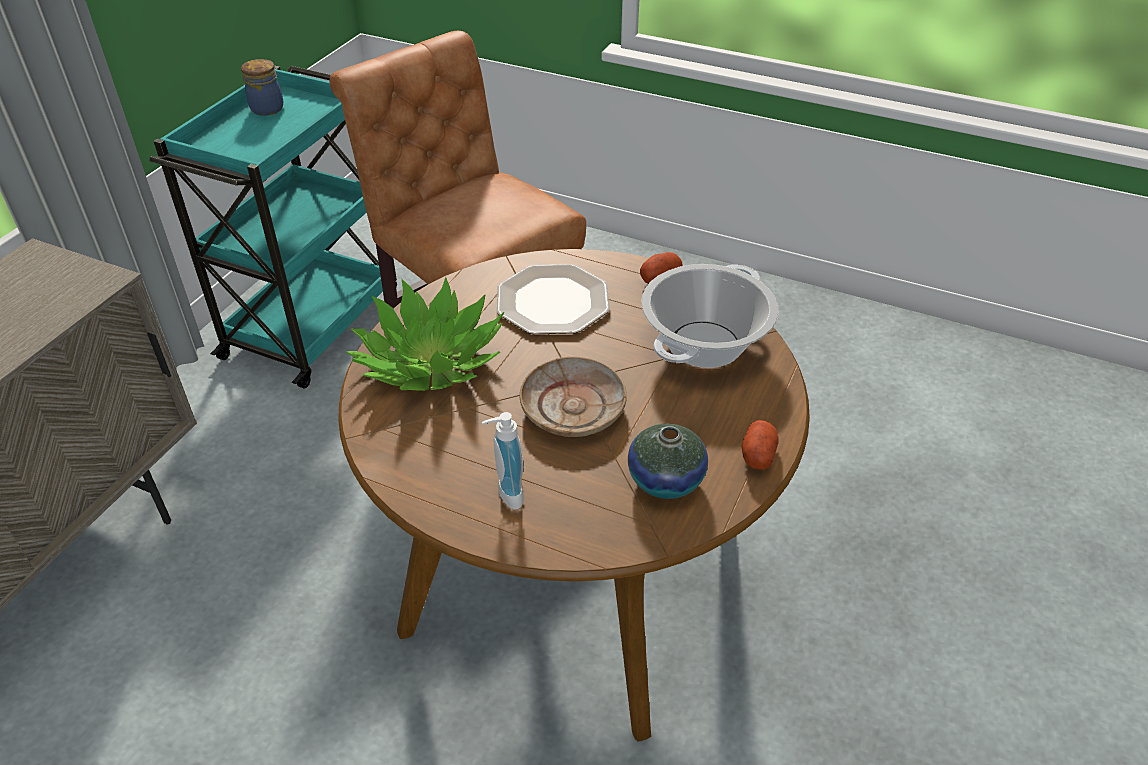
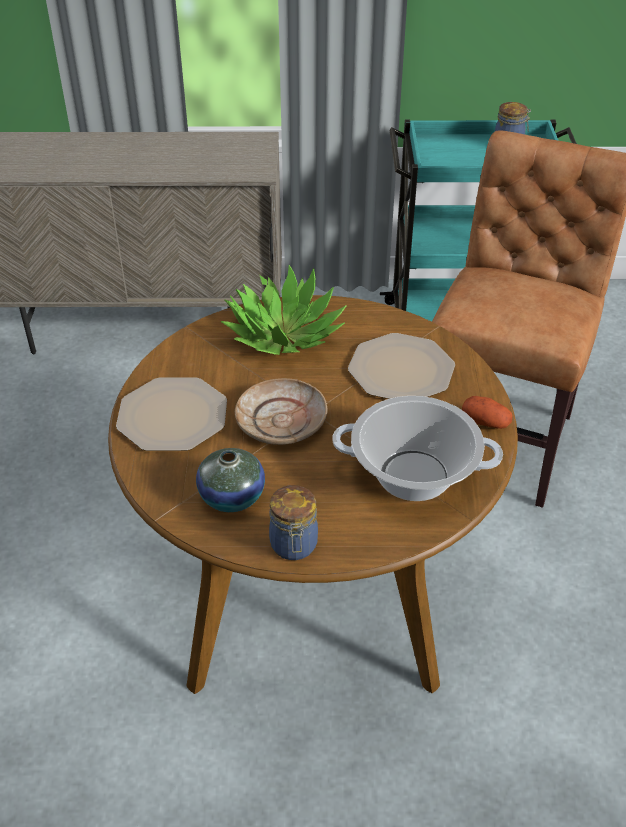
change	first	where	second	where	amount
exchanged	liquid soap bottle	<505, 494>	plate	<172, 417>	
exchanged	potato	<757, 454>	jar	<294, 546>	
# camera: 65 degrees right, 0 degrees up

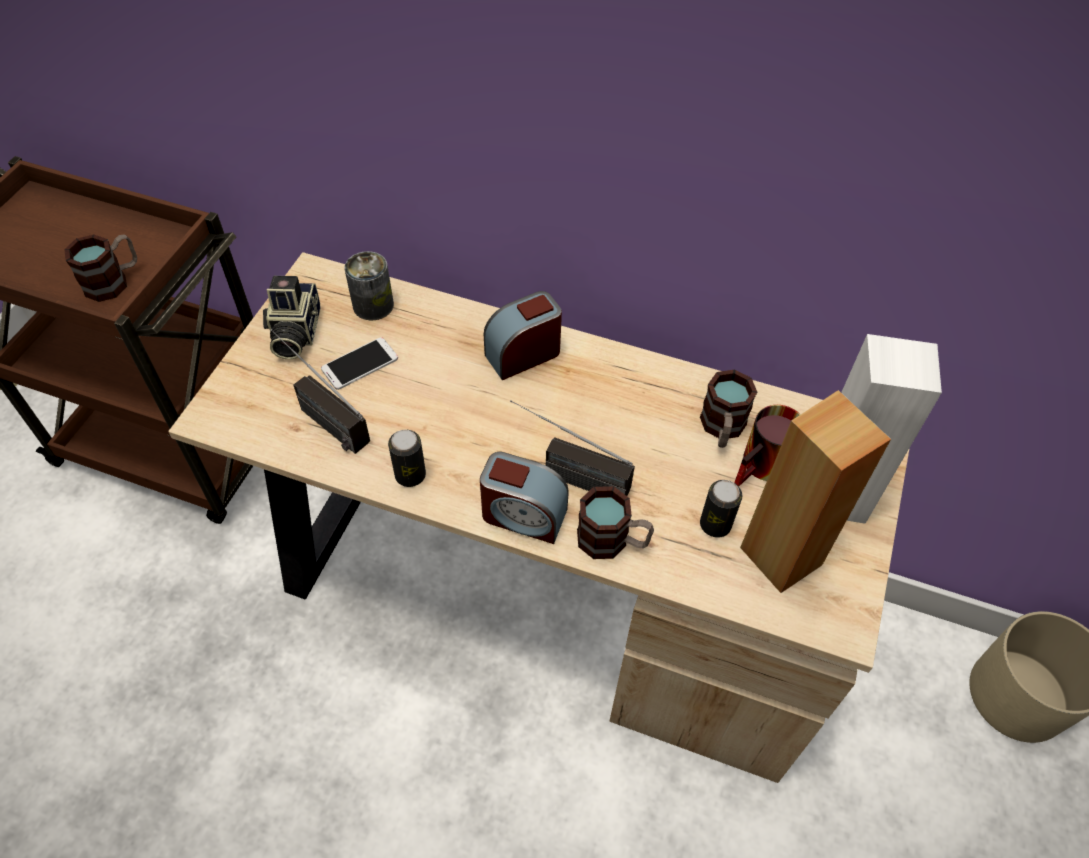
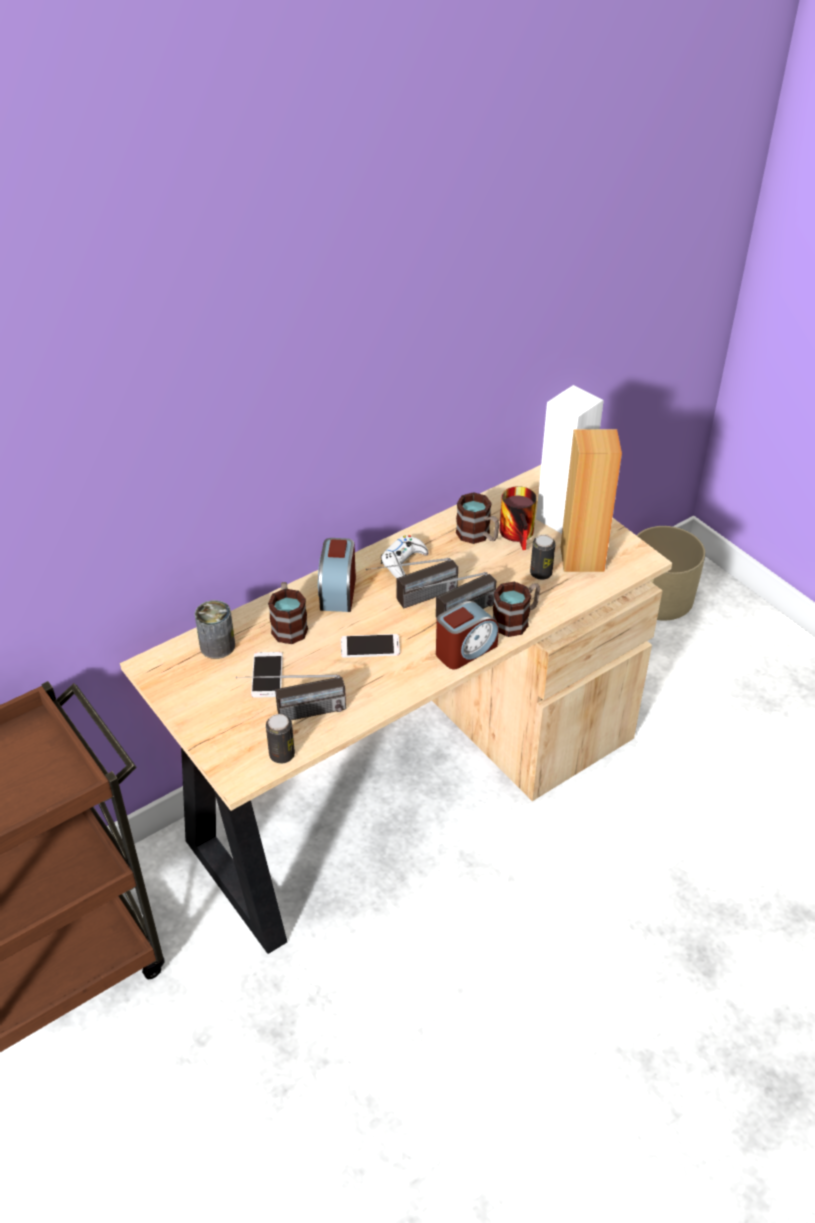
change	first	where	second	where	amount
relocated	coffee mug	<114, 281>		<288, 625>	
missing	still camera	<294, 333>			
relocated	metal can	<410, 475>		<282, 755>	
appeared			whitish game controller	<403, 561>	
appeared			radio	<413, 601>	
appeared			telephone	<370, 646>	
# camera: 55 degrees left, 10 degrees down

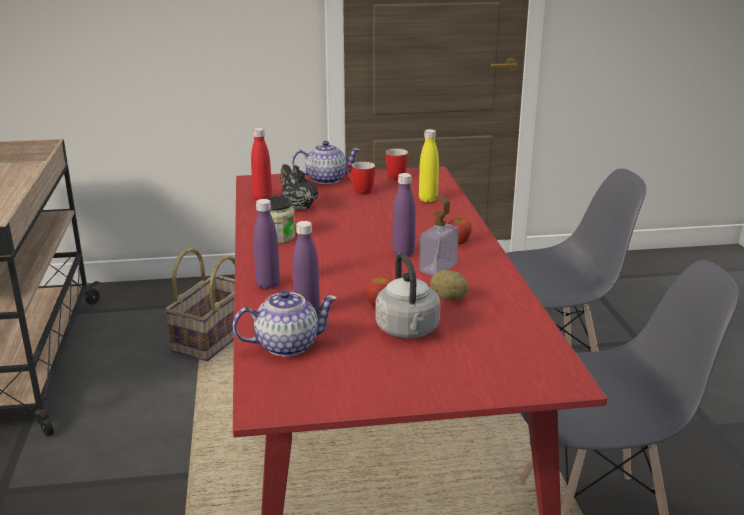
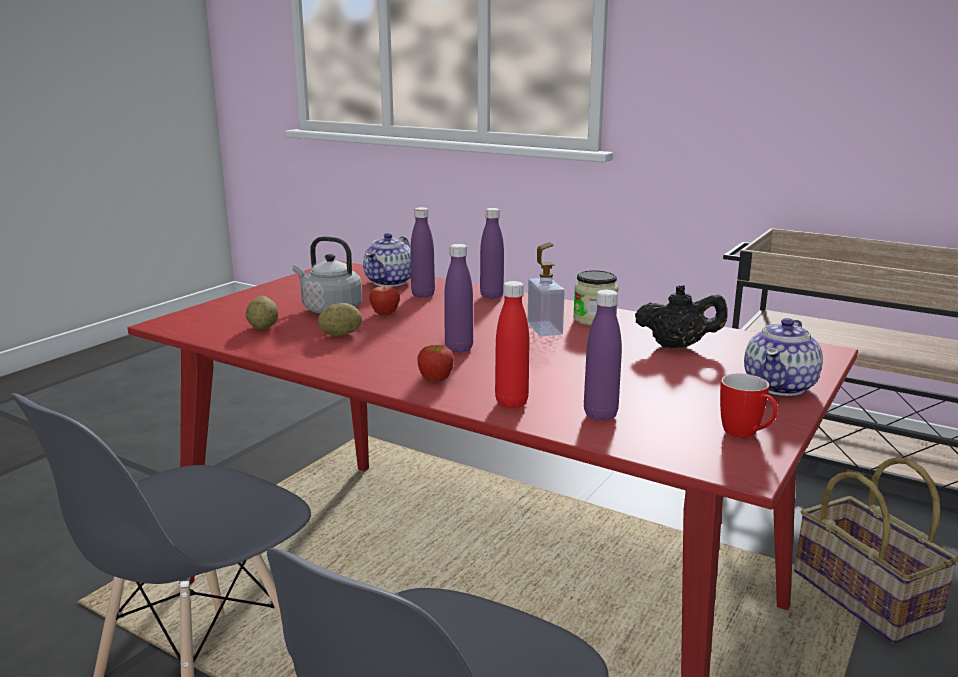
change	first	where	second	where	amount
relocated	reddish beverage bottle	<262, 198>		<511, 403>	
colour	yellow-coloured beverage bottle	<428, 199>	purple beverage bottle	<600, 415>	
missing	coffee mug	<359, 190>			
relocated	liquid soap bottle	<438, 267>		<544, 329>	
appeared			potato	<263, 327>	
# camera: 130 degrees right, 5 degrees down

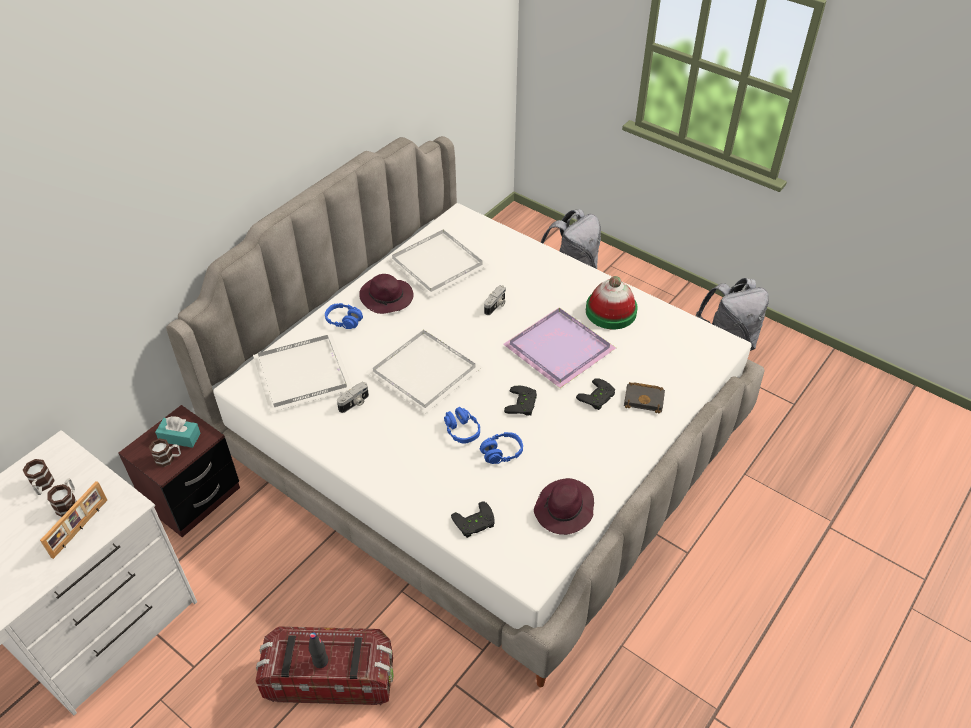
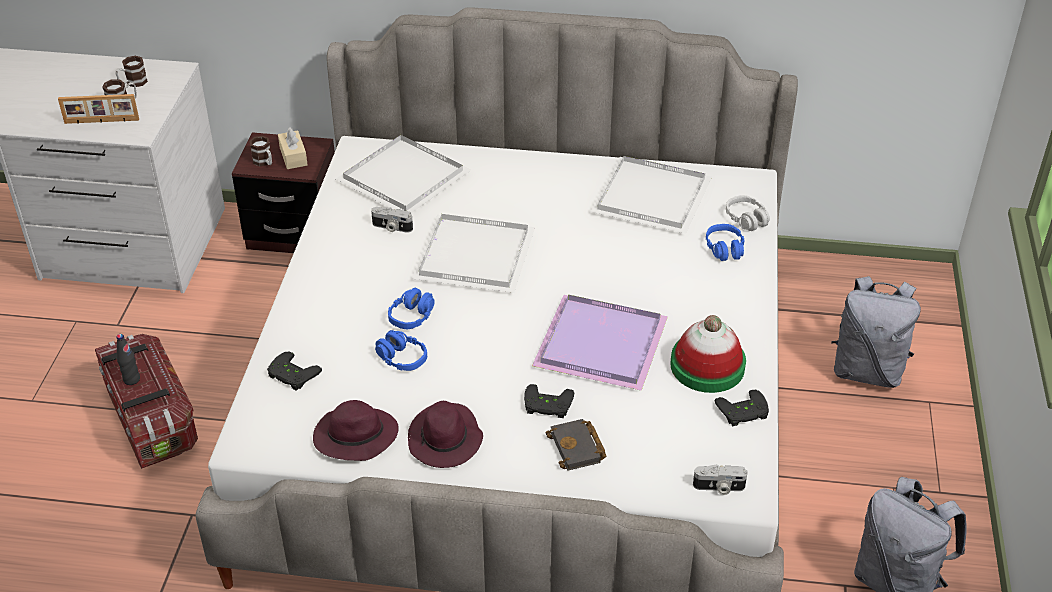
change	first	where	second	where	amount
relocated	purple wearable hat	<387, 298>		<445, 440>	
relocated	still camera	<496, 306>		<719, 488>	
relocated	blue-coloured headset	<344, 320>		<724, 249>	
relocated	black game controller	<523, 404>		<743, 413>	
colour	blue-green tissue box	<180, 437>	beige tissue box	<293, 156>	
appeared			gray headset	<746, 219>	
# camera: 60 degrees right, 5 degrees down

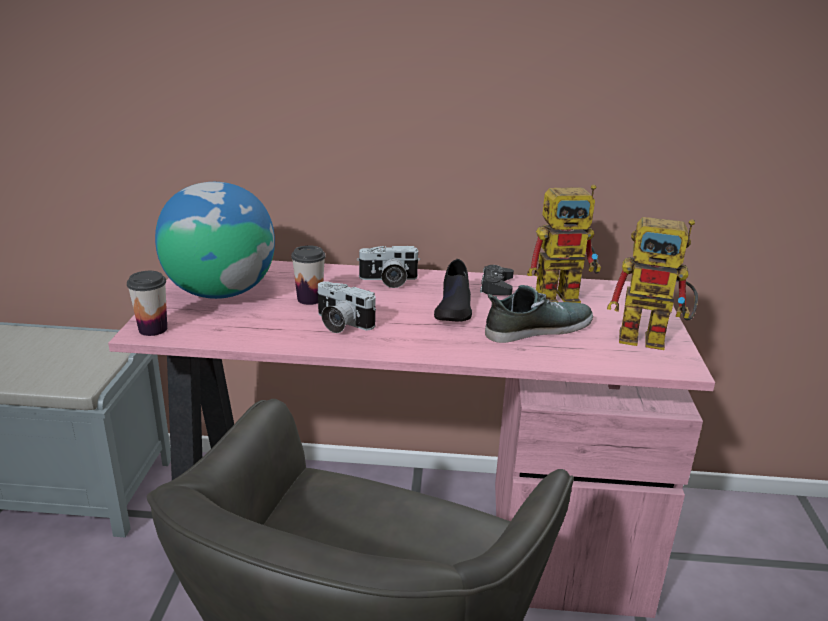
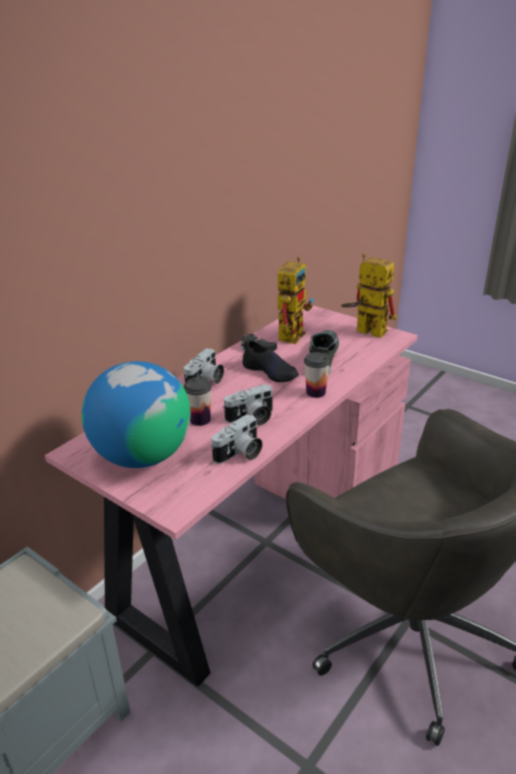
change	first	where	second	where	amount
spun	robot figure	<653, 339>		<364, 331>	105 degrees counterclockwise
relocated	small cup	<153, 329>		<315, 392>	
appeared			still camera	<240, 454>	
# camera: 55 degrees left, 5 degrees up

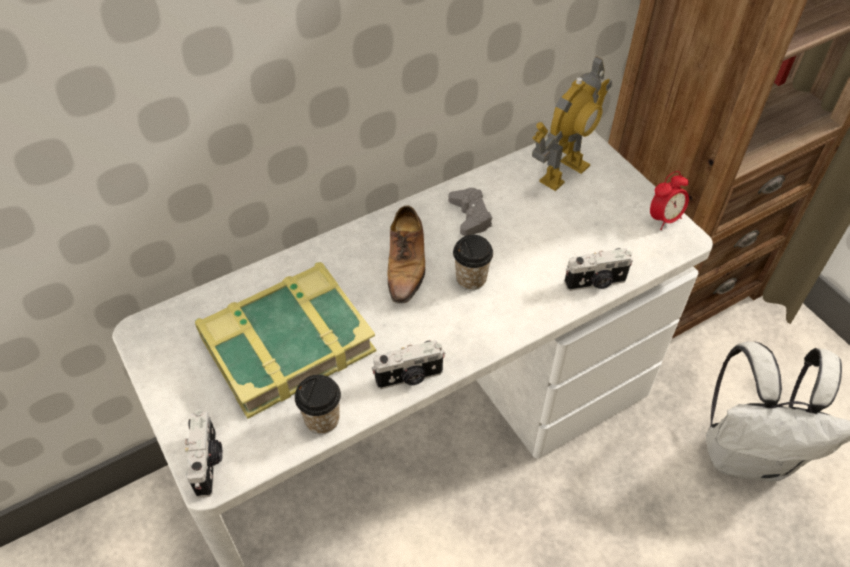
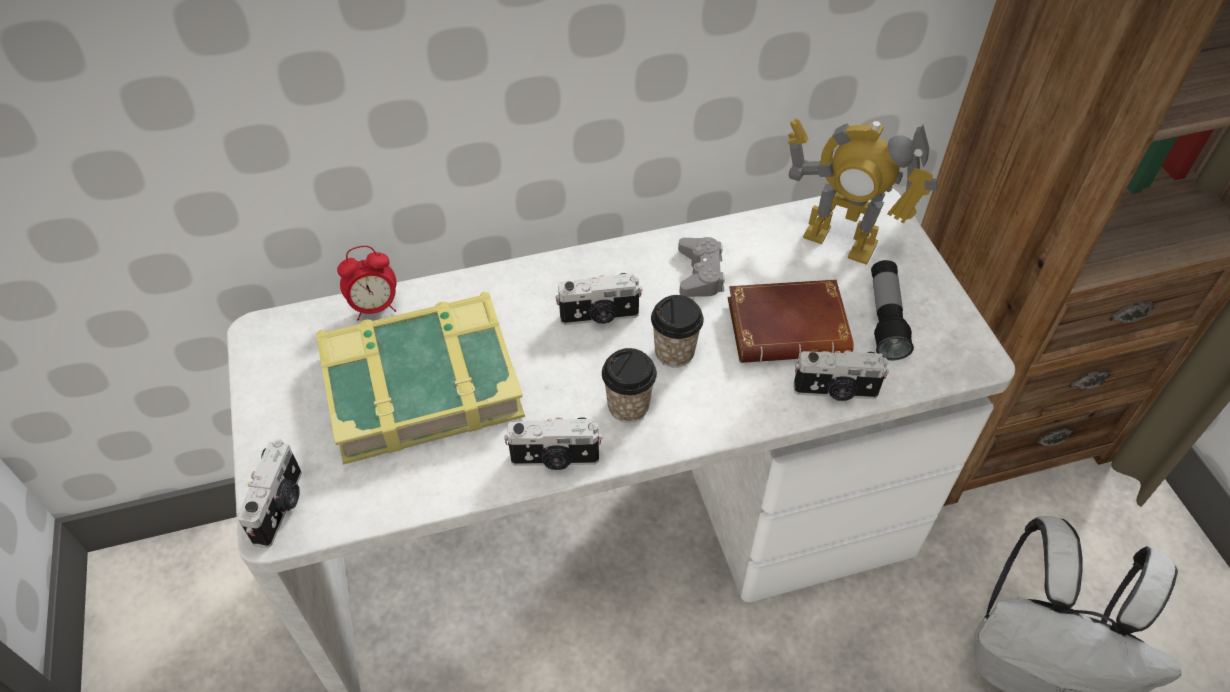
change	first	where	second	where	amount
spun	robot figure	<563, 172>		<840, 241>	60 degrees clockwise
relocated	alarm clock	<664, 219>		<375, 307>	
exchanged	shoe	<406, 264>	still camera	<599, 317>	
relocated	small cup	<322, 419>		<628, 406>	
appeared			flashlight	<885, 319>	
appeared			brown book	<789, 326>	
# camera: 15 degrees right, 0 degrees up

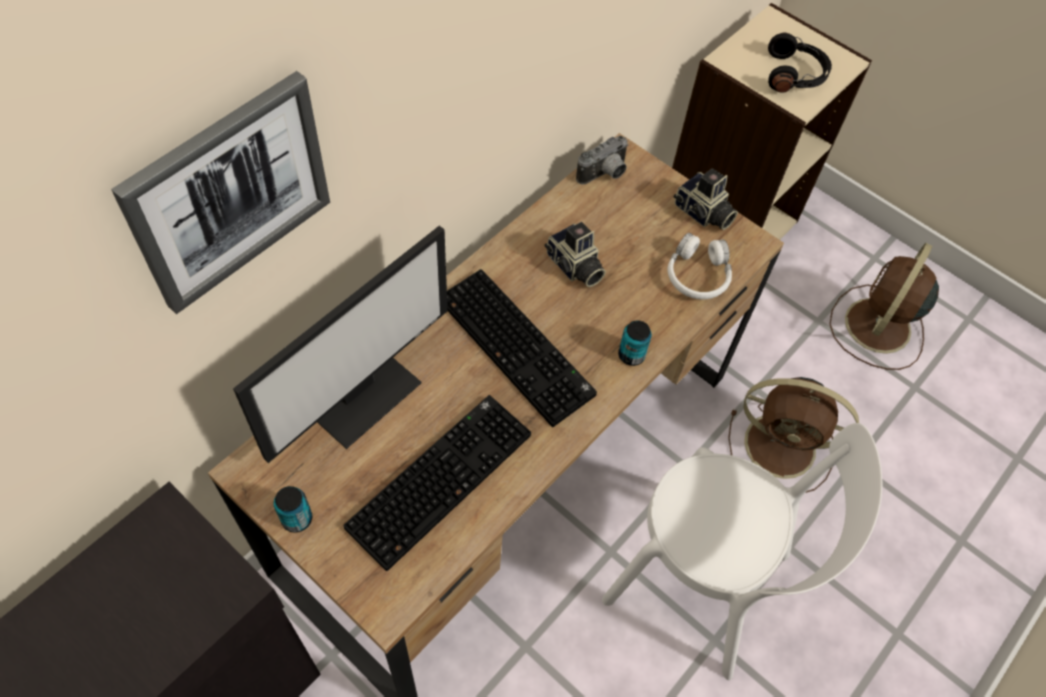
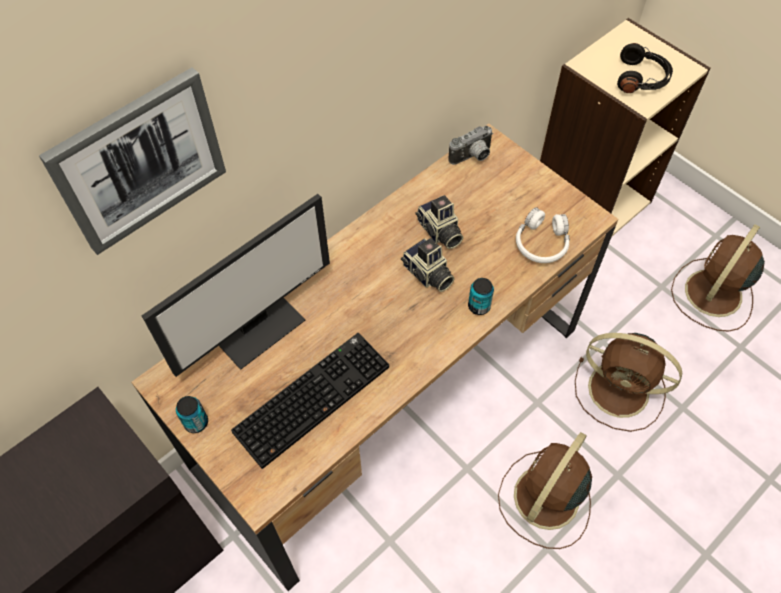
change	first	where	second	where	amount
relocated	still camera	<702, 214>		<427, 275>	
missing	PC keyboard	<518, 346>			
exchanged	whitish upright chair	<706, 583>	brown fan	<544, 500>	
# camera: 10 degrees right, 0 degrees up

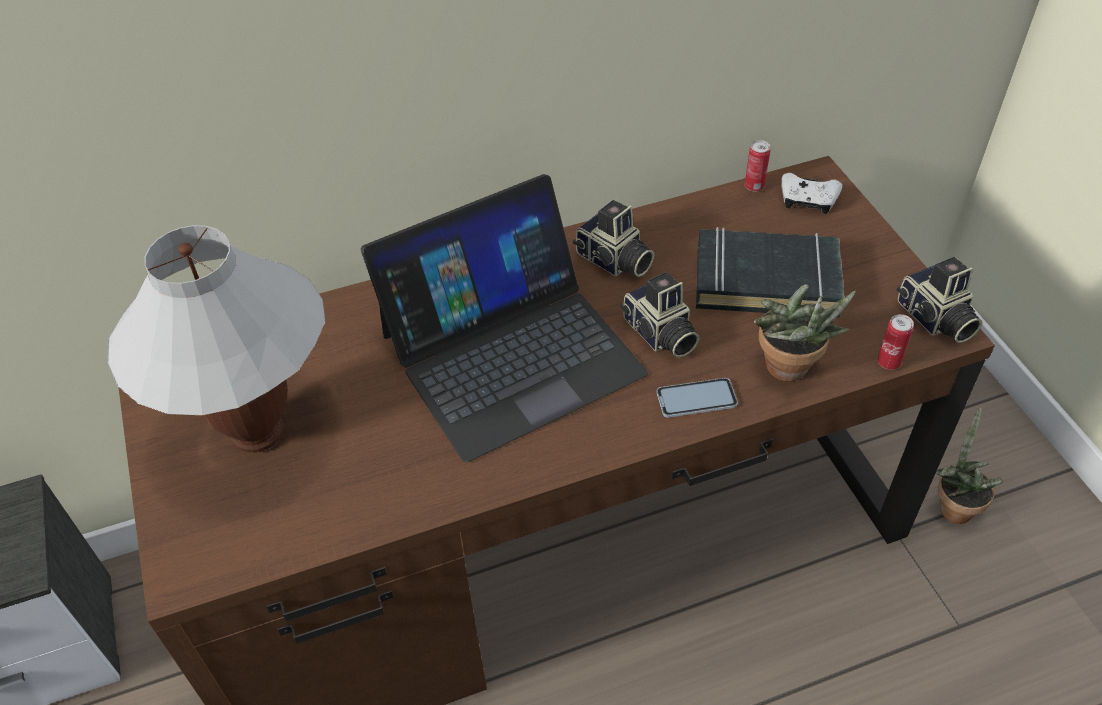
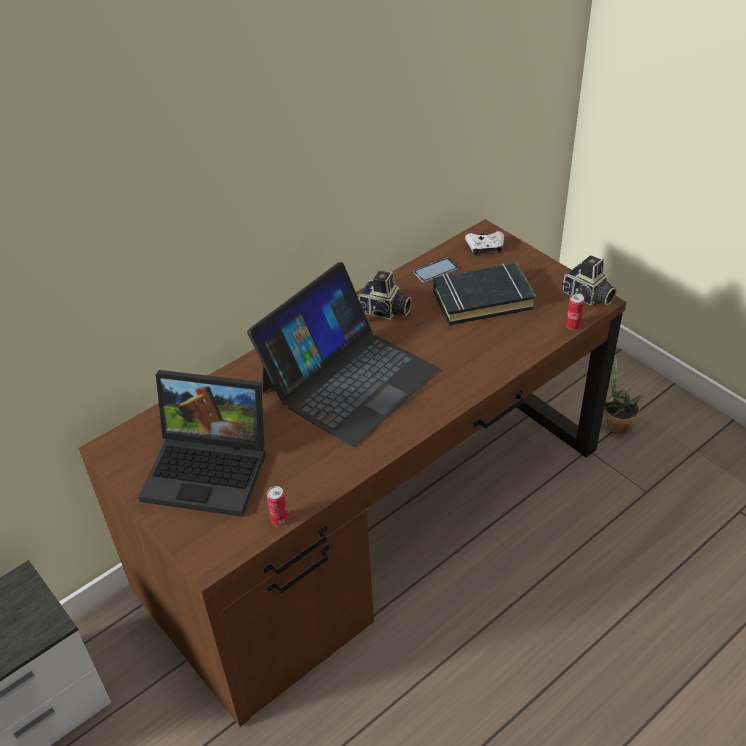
change	first	where	second	where	amount
relocated	metal can	<754, 186>		<279, 520>	
exchanged	whitish table lamp	<259, 433>	portable computer	<211, 468>	
missing	still camera	<659, 334>			
missing	potted plant	<788, 372>			
relocated	telephone	<696, 399>		<435, 271>	
# camera: 20 degrees left, 5 degrees down

